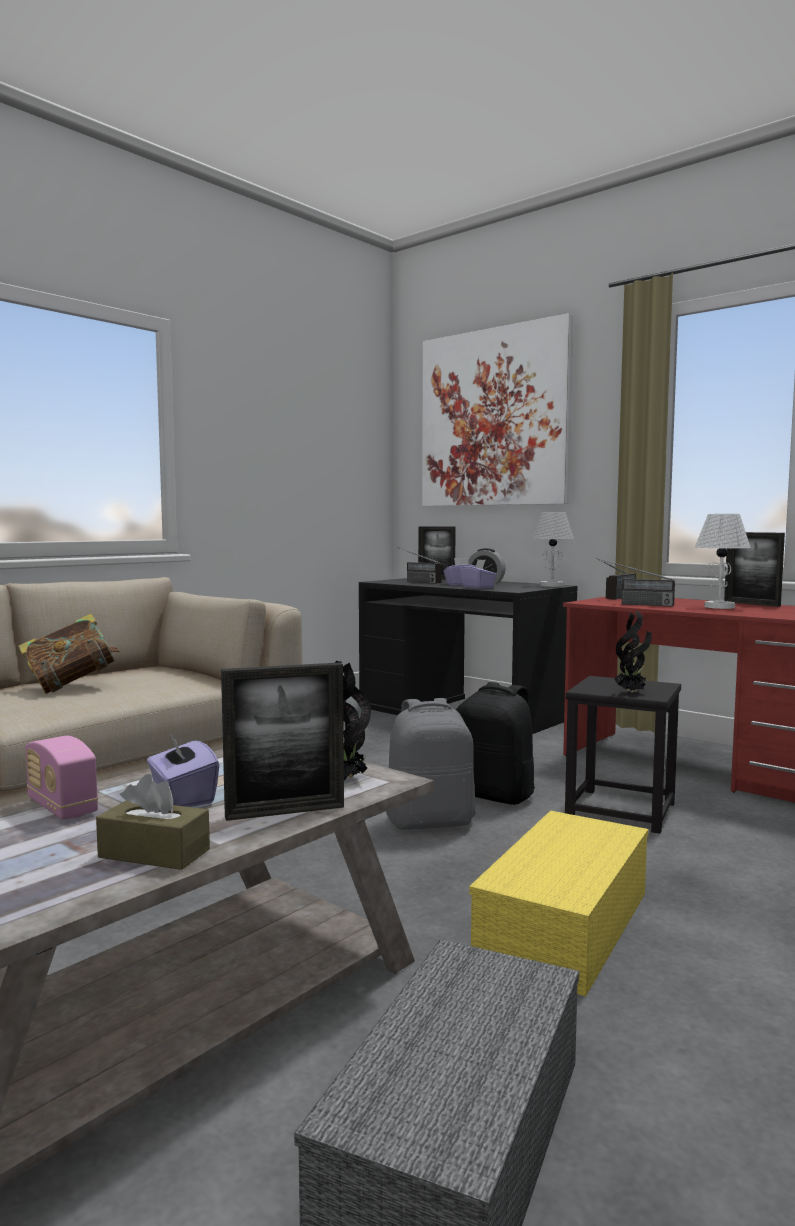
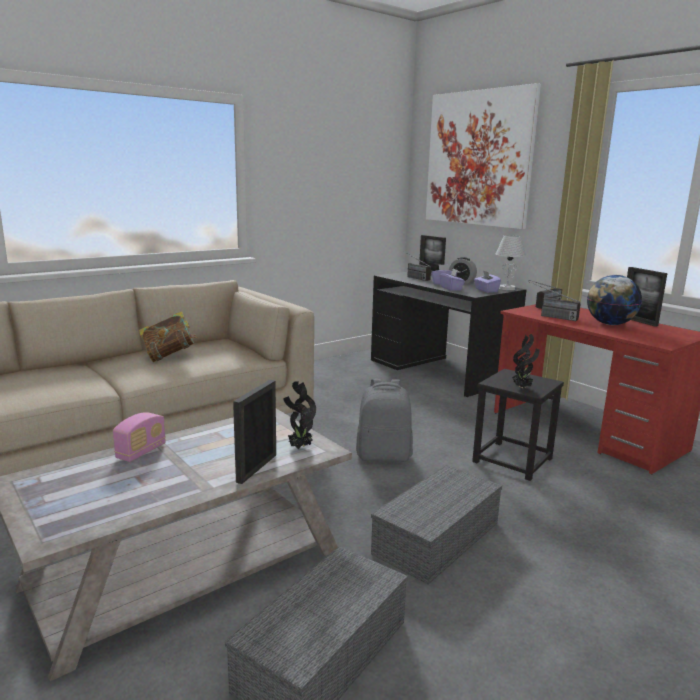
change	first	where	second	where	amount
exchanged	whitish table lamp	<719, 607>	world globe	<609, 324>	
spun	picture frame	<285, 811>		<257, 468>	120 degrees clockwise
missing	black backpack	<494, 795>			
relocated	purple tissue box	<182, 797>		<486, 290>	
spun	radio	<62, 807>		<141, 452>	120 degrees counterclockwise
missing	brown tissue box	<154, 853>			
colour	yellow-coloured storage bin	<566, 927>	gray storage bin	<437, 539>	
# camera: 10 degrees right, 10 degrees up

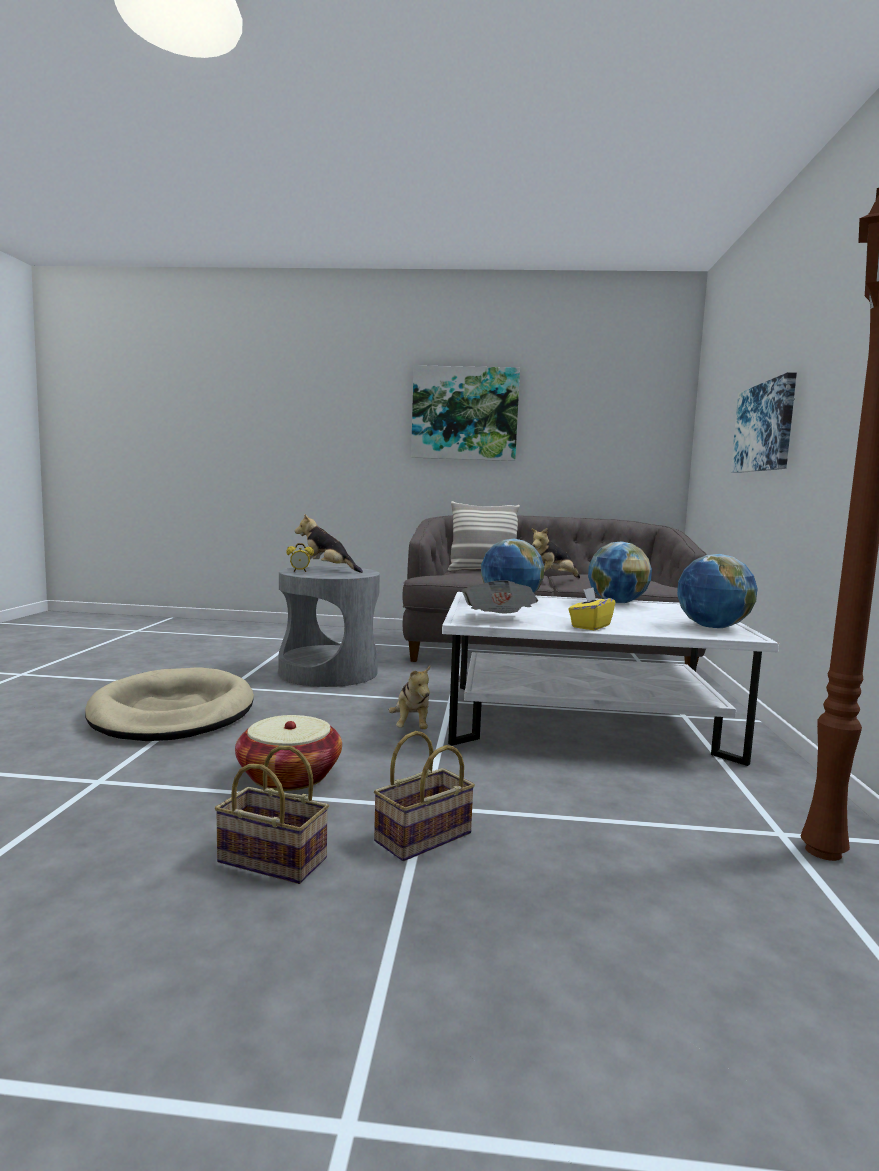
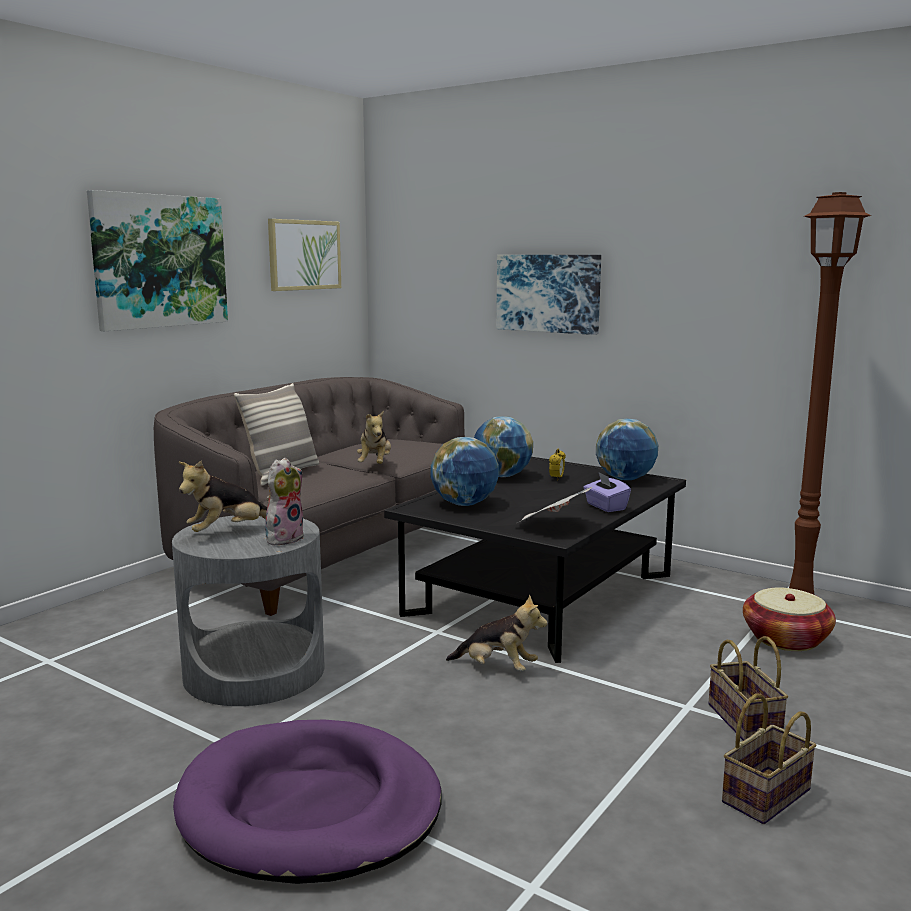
change	first	where	second	where	amount
relocated	alarm clock	<300, 571>		<556, 479>	
colour	yellow-coloured tissue box	<590, 626>	purple tissue box	<605, 507>	
colour	whitish coffee table	<584, 720>	black coffee table	<542, 594>	
colour	beige dog cushion	<173, 712>	purple dog cushion	<309, 808>	
relocated	household basket	<289, 776>		<785, 639>	
appeared			wall art	<304, 255>	
appeared			plush toy	<284, 538>	
# camera: 60 degrees left, 5 degrees up

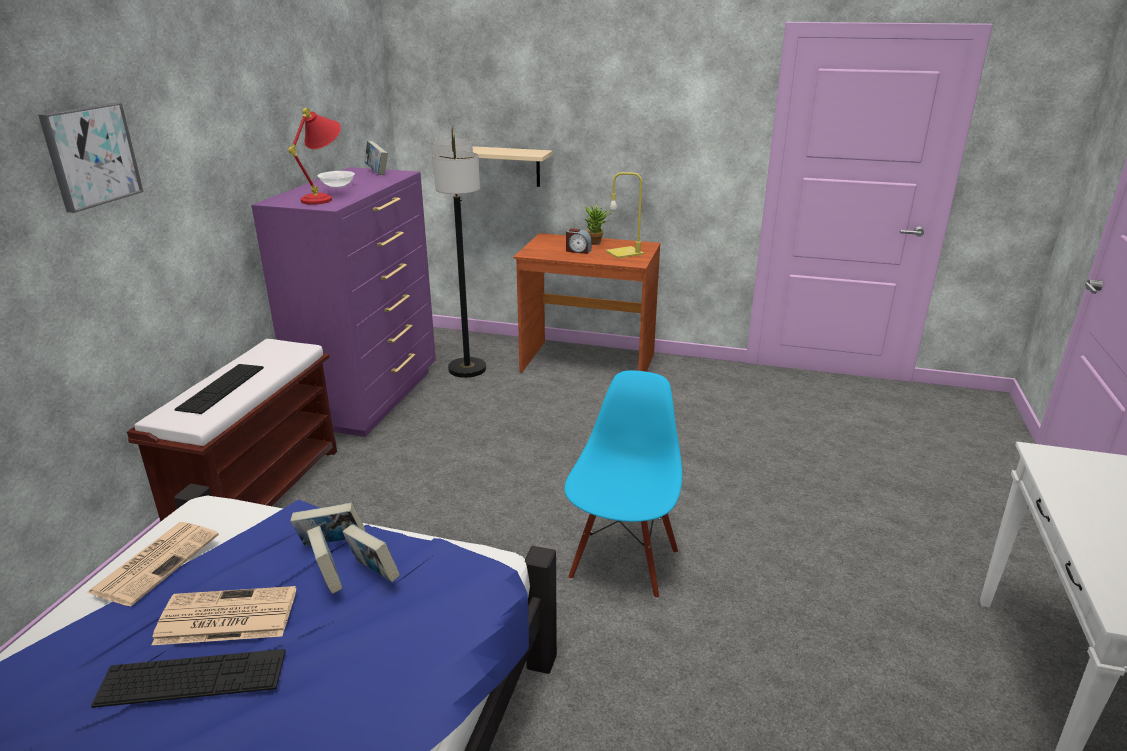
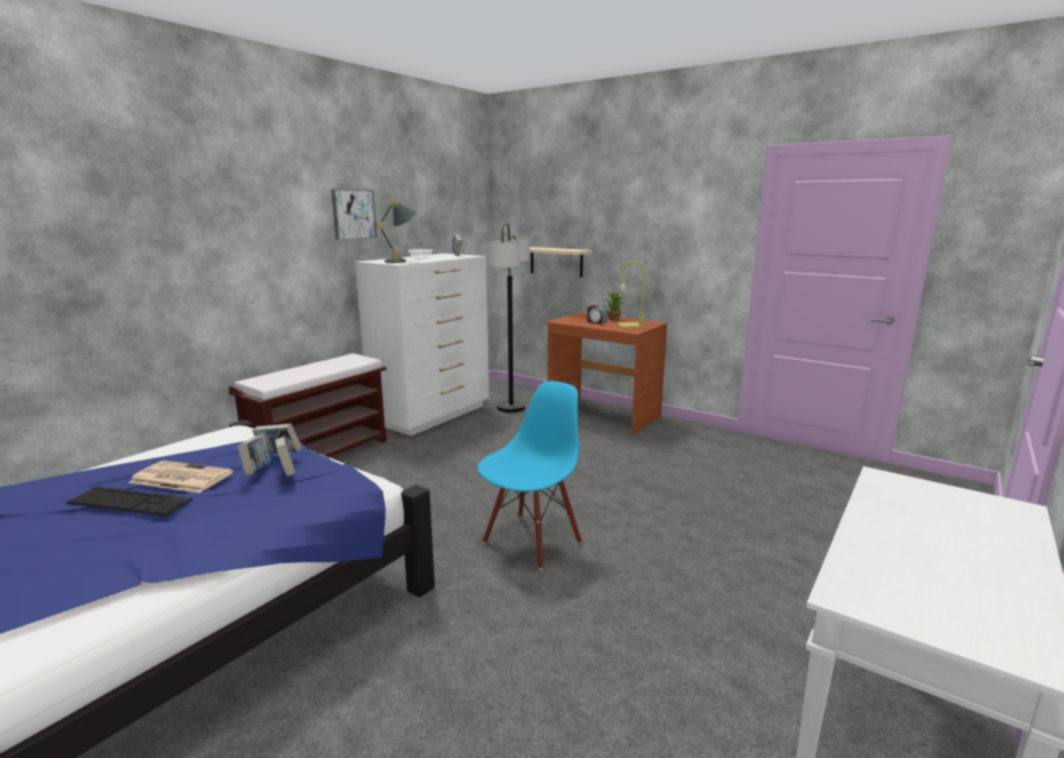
change	first	where	second	where	amount
relocated	wall art	<90, 156>		<353, 214>	
colour	reddish table lamp	<325, 198>	gray table lamp	<402, 261>	
colour	purple drawer chest	<372, 397>	whitish drawer chest	<433, 415>	
missing	PC keyboard	<221, 388>			
missing	newspaper	<156, 562>			
# camera: 20 degrees right, 10 degrees down

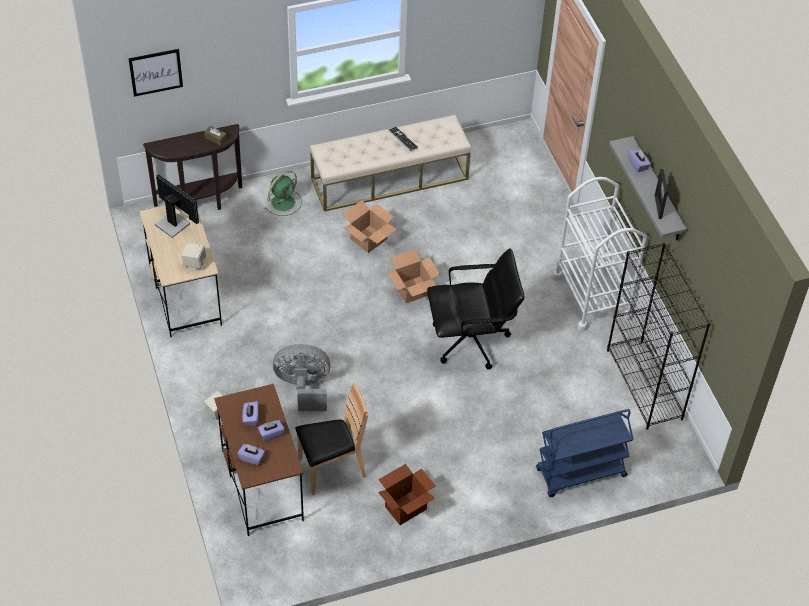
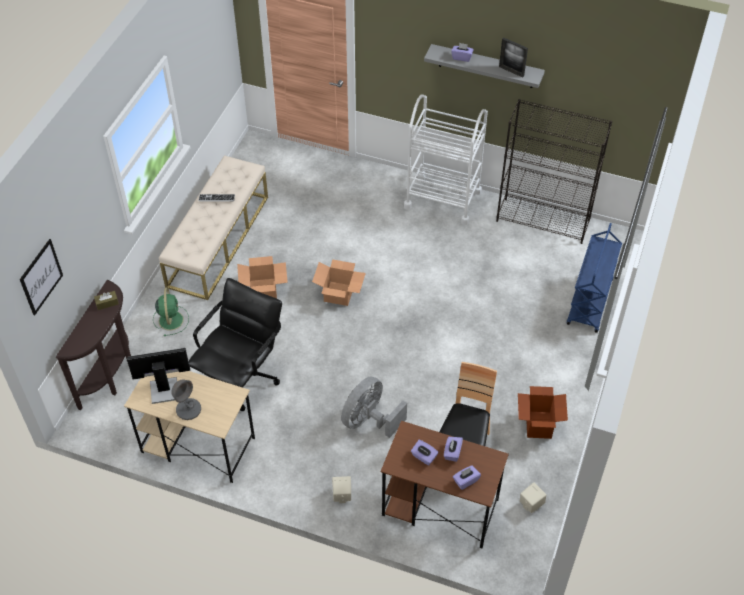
change	first	where	second	where	amount
relocated	beige speaker	<194, 264>		<531, 504>	
relocated	black computer chair	<471, 341>		<242, 377>	
appeared			gray table lamp	<188, 409>	
# camera: 50 degrees left, 0 degrees up

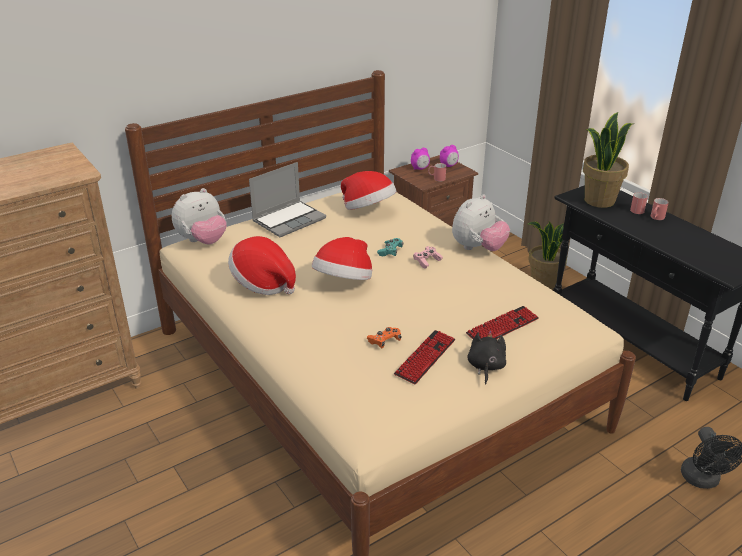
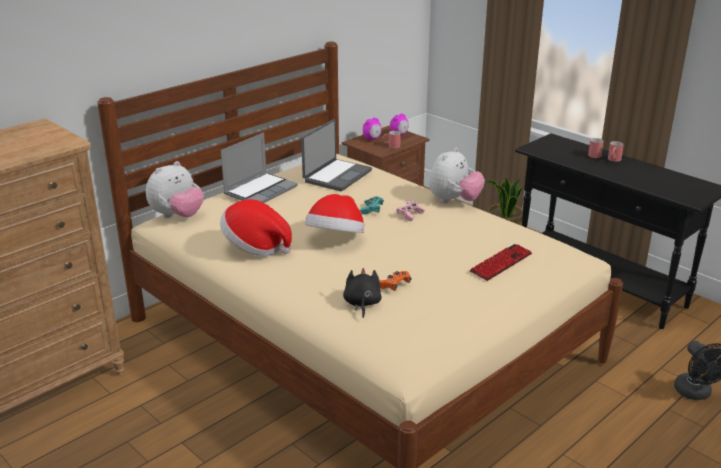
change	first	where	second	where	amount
missing	potted plant	<599, 200>			
exchanged	wearable hat	<368, 209>	portable computer	<336, 176>	
missing	PC keyboard	<425, 357>			
relocated	black plush toy	<485, 367>		<362, 304>	
# camera: 10 degrees left, 5 degrees down

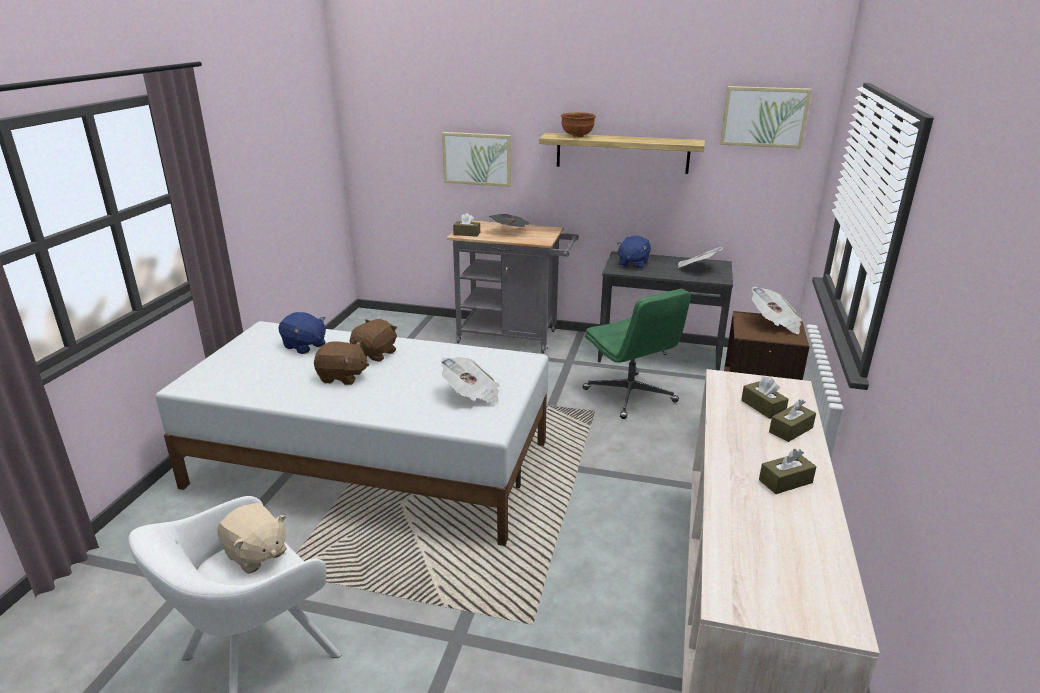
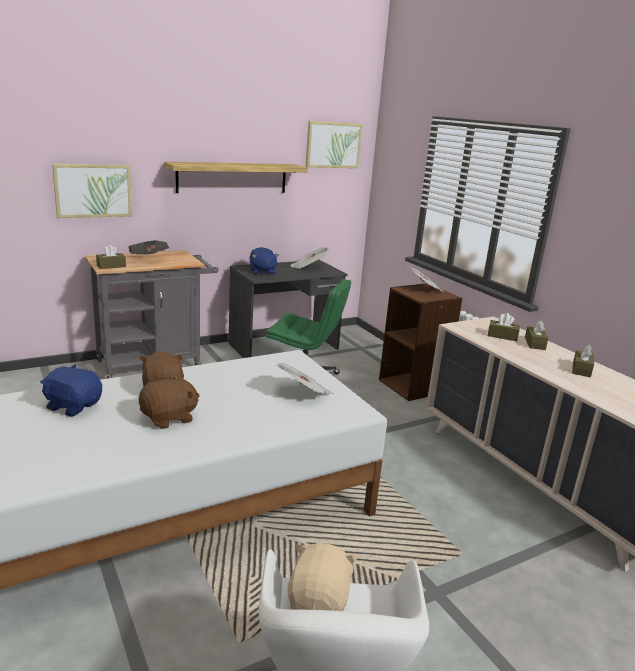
change	first	where	second	where	amount
missing	brown bowl	<577, 136>			
spun	blue-coloured plush toy	<304, 346>		<73, 406>	150 degrees counterclockwise
spun	beige plush toy	<256, 554>		<319, 602>	75 degrees counterclockwise
# camera: 45 degrees left, 5 degrees down

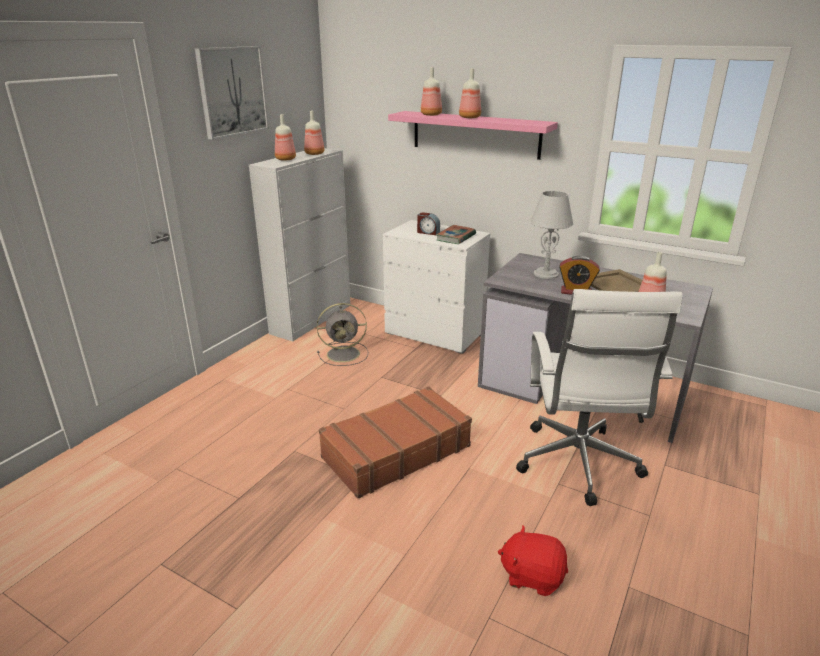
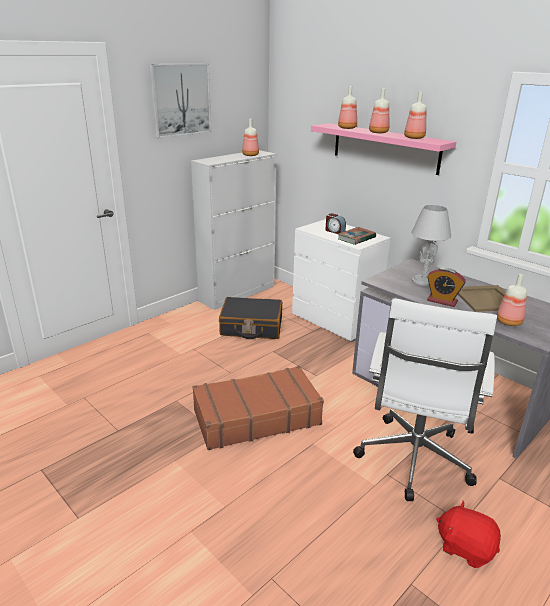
change	first	where	second	where	amount
relocated	beverage bottle	<285, 159>		<413, 138>	
exchanged	gray fan	<345, 354>	black piece of luggage	<251, 327>	
relocated	reddish plush toy	<532, 575>		<465, 547>	
# camera: 15 degrees right, 0 degrees up

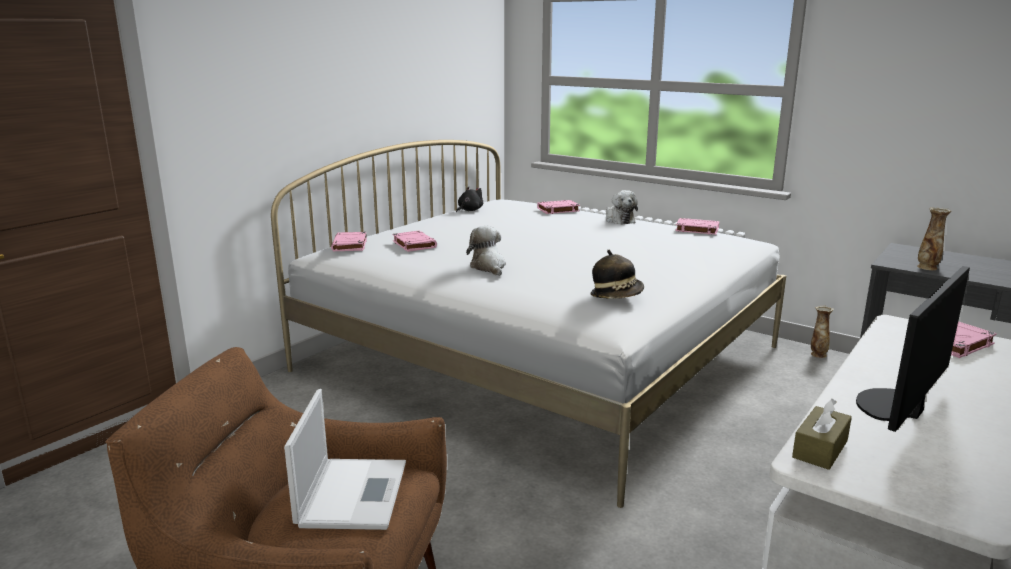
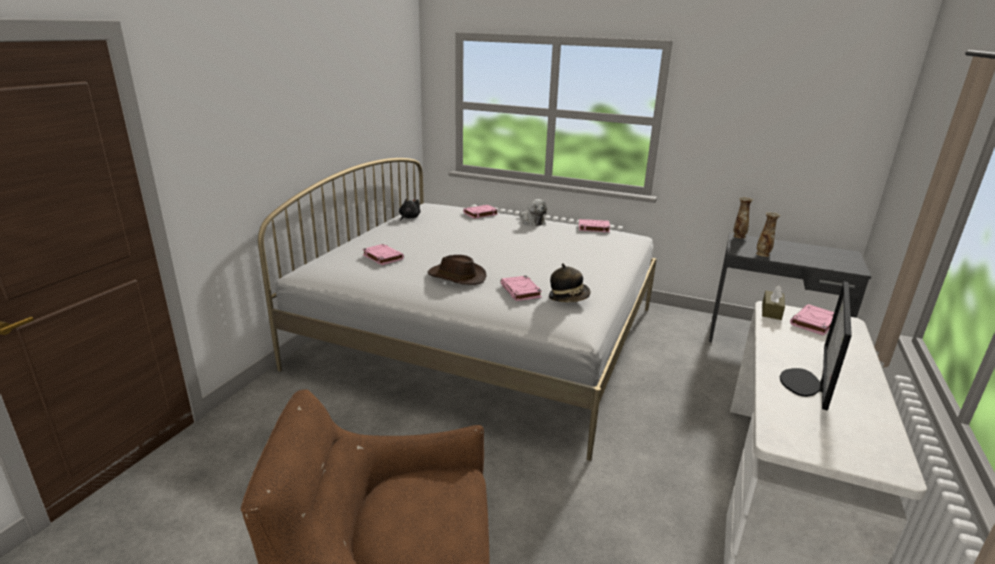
change	first	where	second	where	amount
exchanged	plush toy	<488, 267>	brown wearable hat	<456, 277>	
relocated	pinkish book	<350, 245>		<521, 291>	
relocated	decorative vase	<818, 354>		<738, 236>	
missing	portable computer	<353, 492>			
relocated	brown tissue box	<820, 449>		<771, 311>	
# camera: 15 degrees left, 5 degrees up

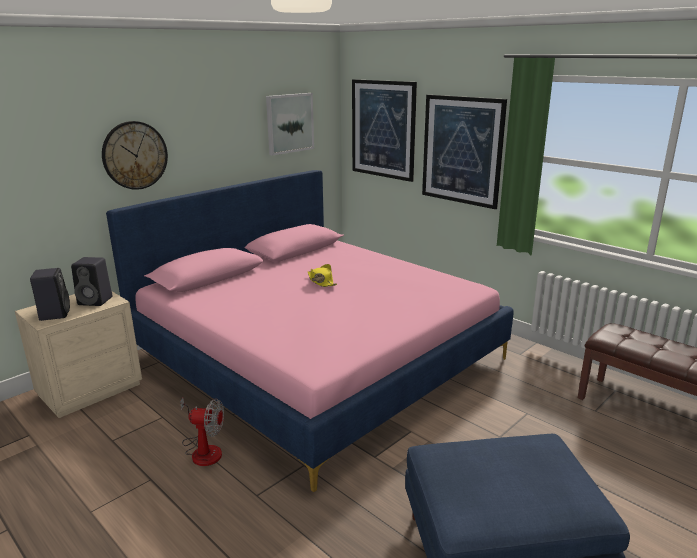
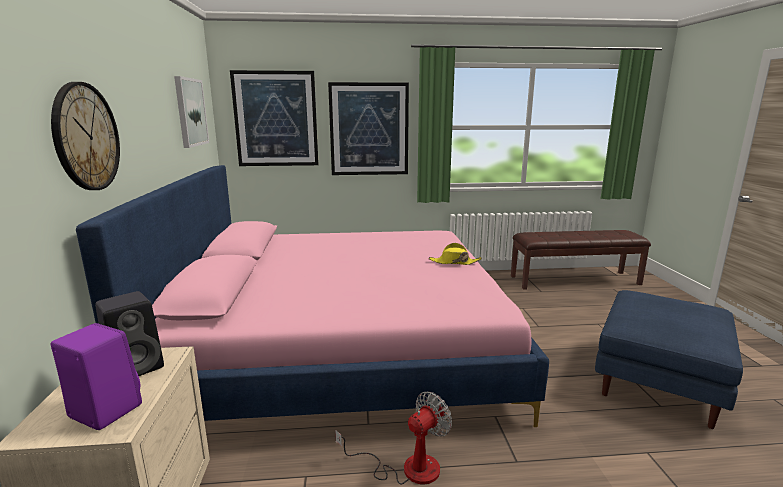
change	first	where	second	where	amount
relocated	yellow-coloured wearable hat	<321, 281>		<454, 262>	
colour	black speaker	<55, 314>	purple speaker	<103, 410>	
# camera: 50 degrees left, 5 degrees down

